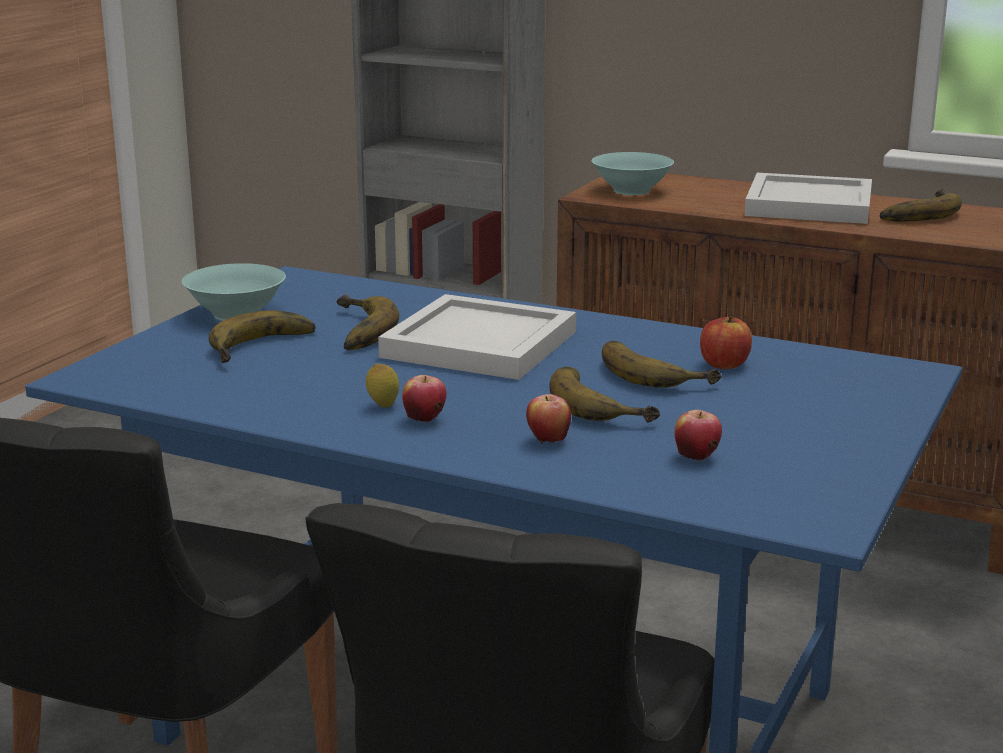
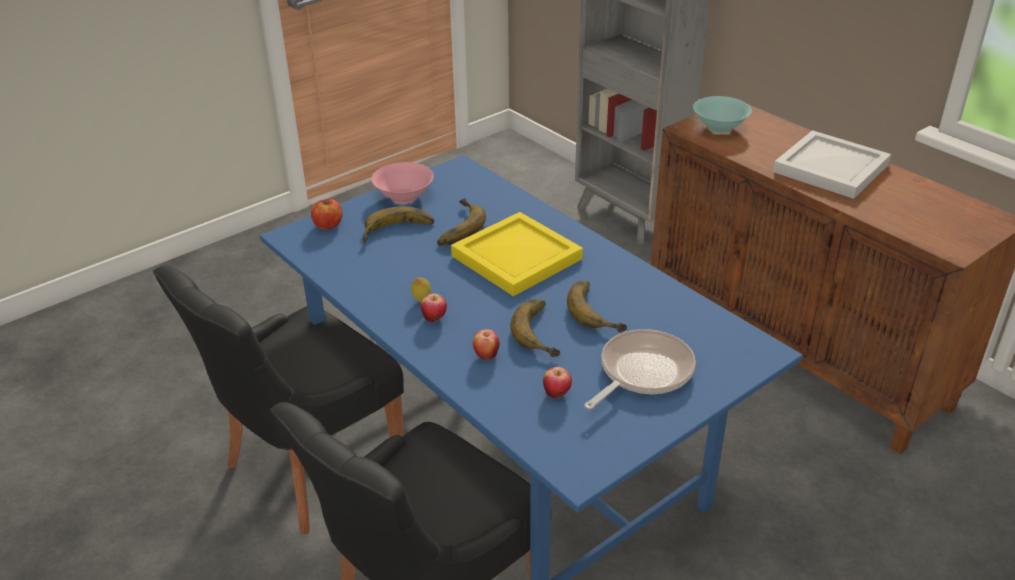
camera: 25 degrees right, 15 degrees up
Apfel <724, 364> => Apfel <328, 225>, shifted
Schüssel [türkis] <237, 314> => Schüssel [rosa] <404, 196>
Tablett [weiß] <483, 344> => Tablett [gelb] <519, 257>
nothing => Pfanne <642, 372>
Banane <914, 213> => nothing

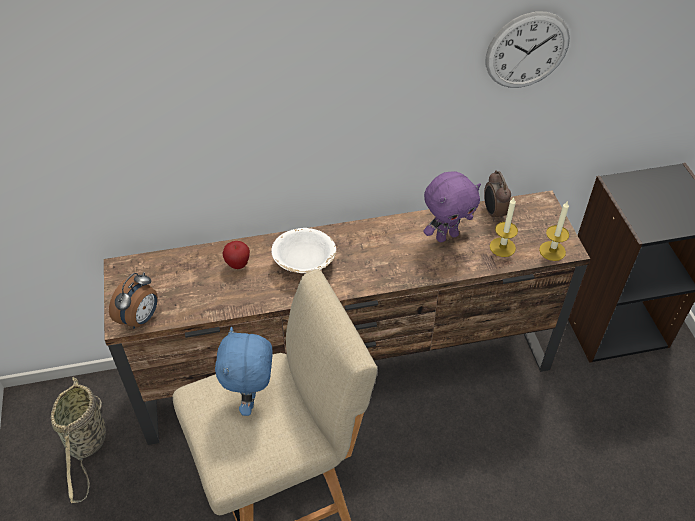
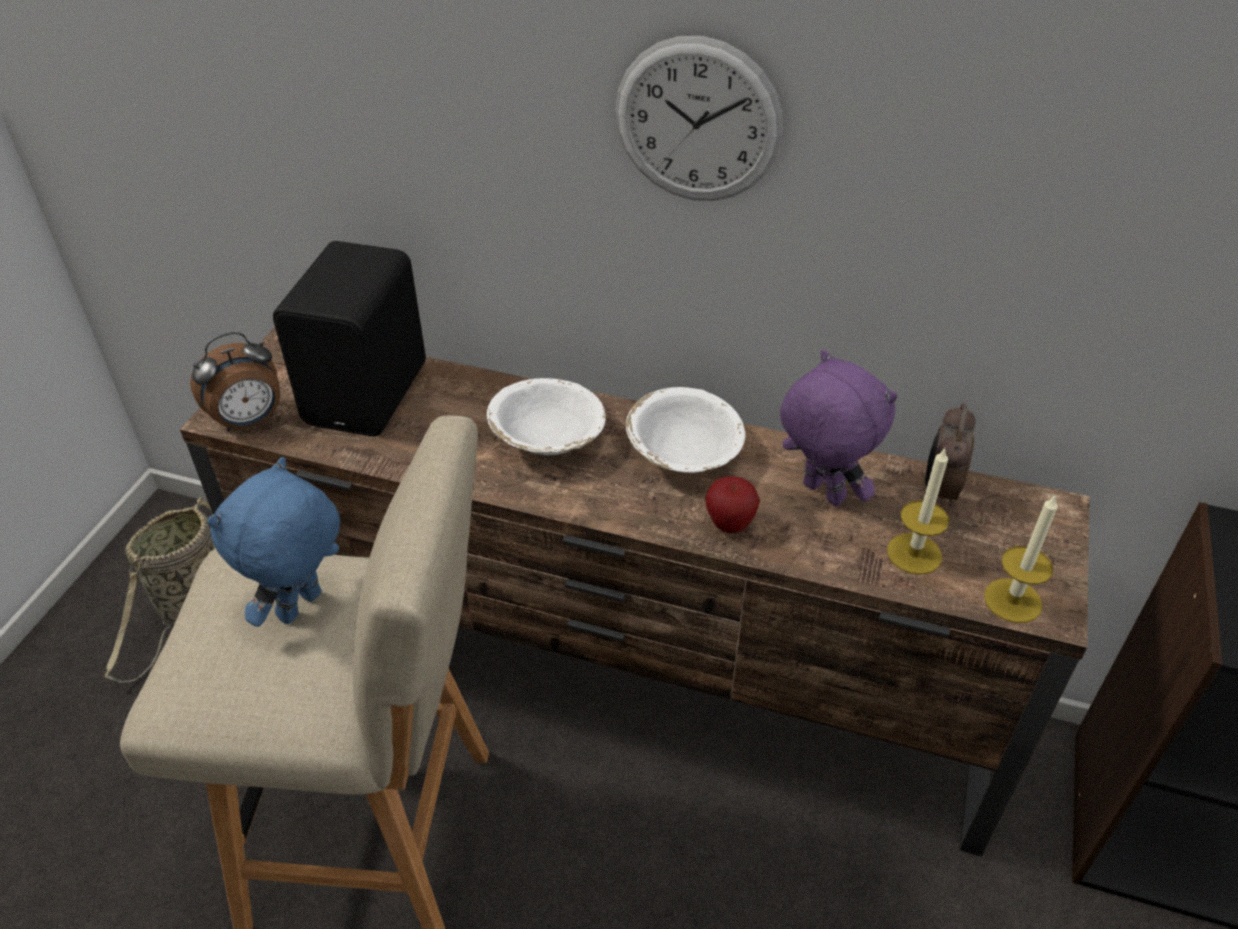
camera: 30 degrees right, 5 degrees down
nothing => Lautsprecher [schwarz] <371, 394>
Wanduhr <527, 50> => Wanduhr <697, 121>, shifted
nothing => Schüssel [weiß] <684, 453>
Apfel <238, 264> => Apfel <730, 525>, shifted
Plüschtier [lila] <446, 236> => Plüschtier [lila] <821, 493>, 135 degrees counterclockwise

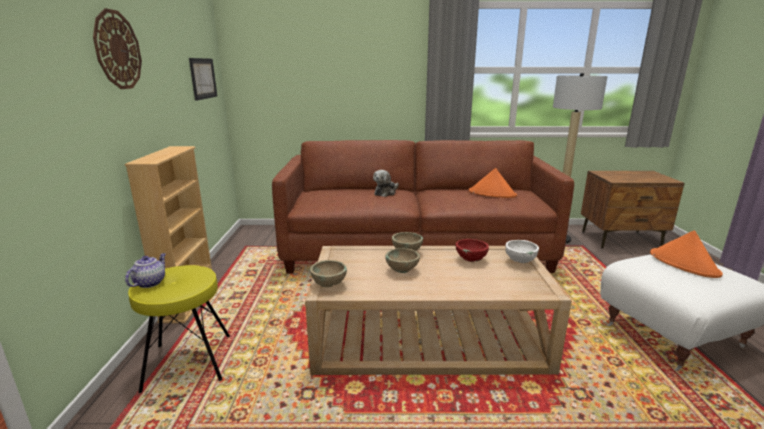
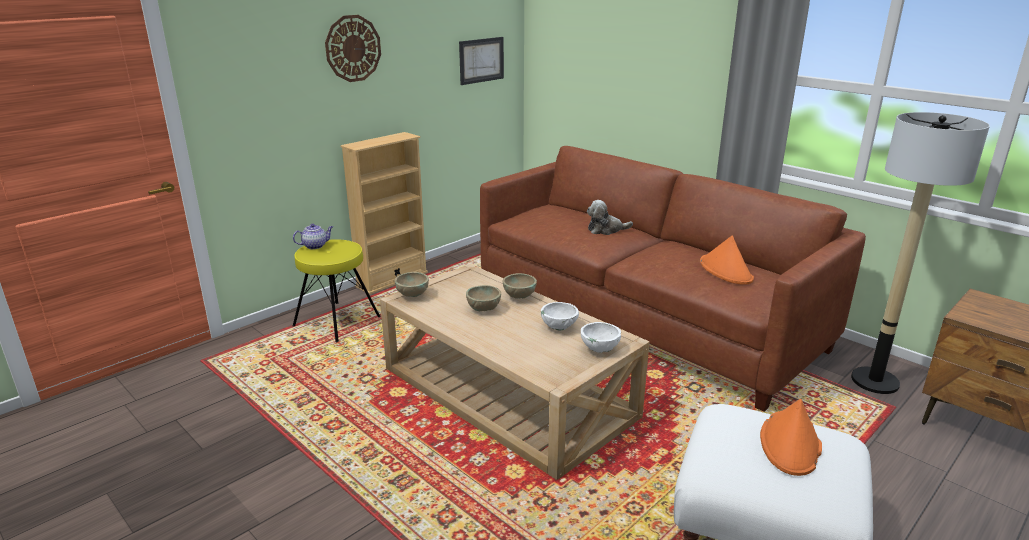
camera: 45 degrees right, 5 degrees up
Schüssel [rot] <470, 260> => Schüssel [weiß] <559, 327>

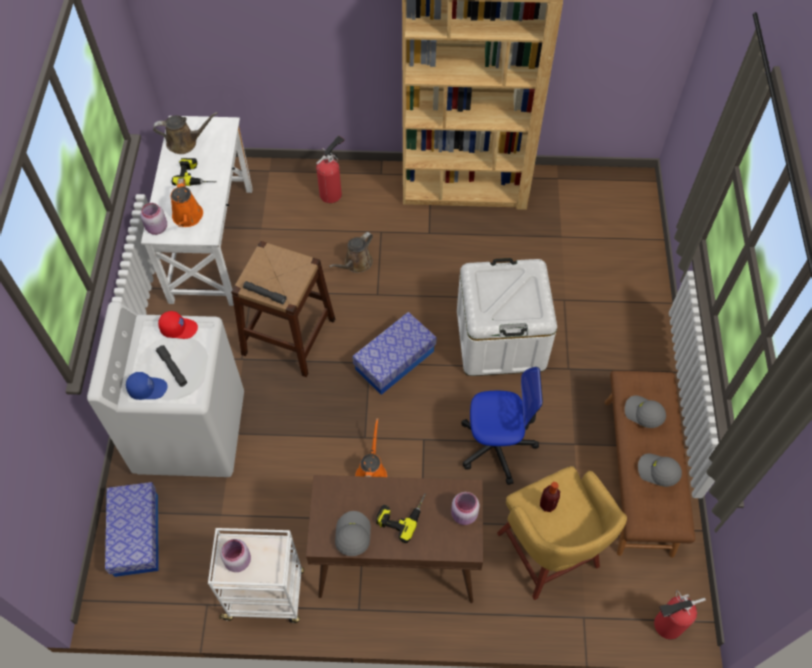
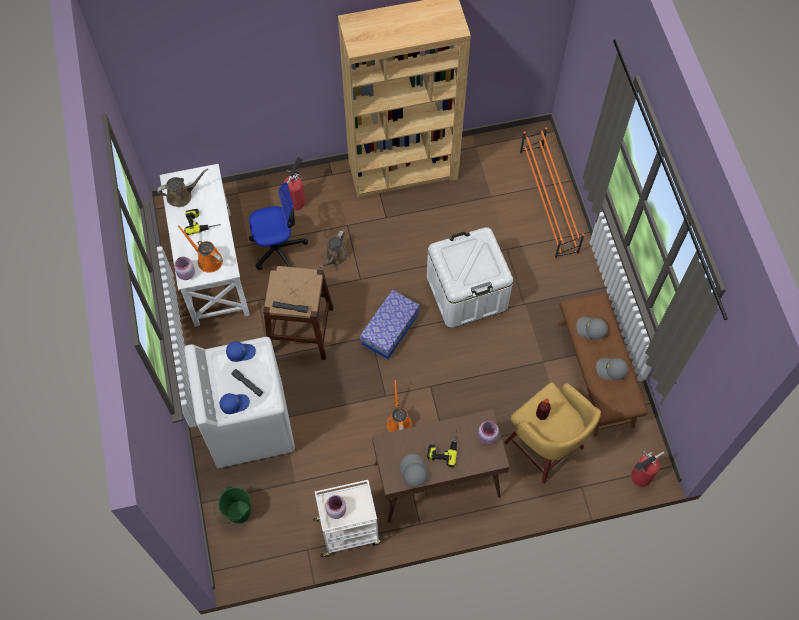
camera: 15 degrees left, 5 degrees up
Gießkanne [orange] <187, 217> => Gießkanne [orange] <207, 259>, 150 degrees clockwise
Aufbewahrungsbox <136, 535> => Eimer [grün] <236, 513>
Kappe [rot] <179, 328> => Kappe [blau] <241, 352>
Bürostuhl <496, 446> => Bürostuhl <278, 249>, shifted
nothing => Schuhregal [orange] <548, 203>

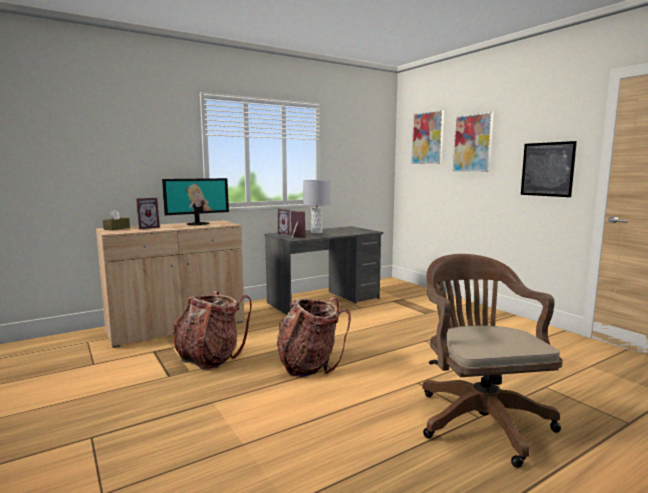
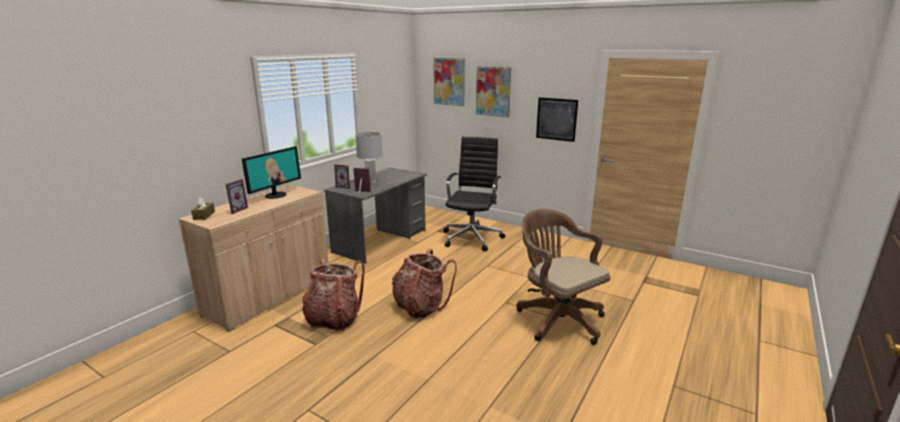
camera: 25 degrees left, 10 degrees up
nothing => Bürostuhl [schwarz] <472, 237>

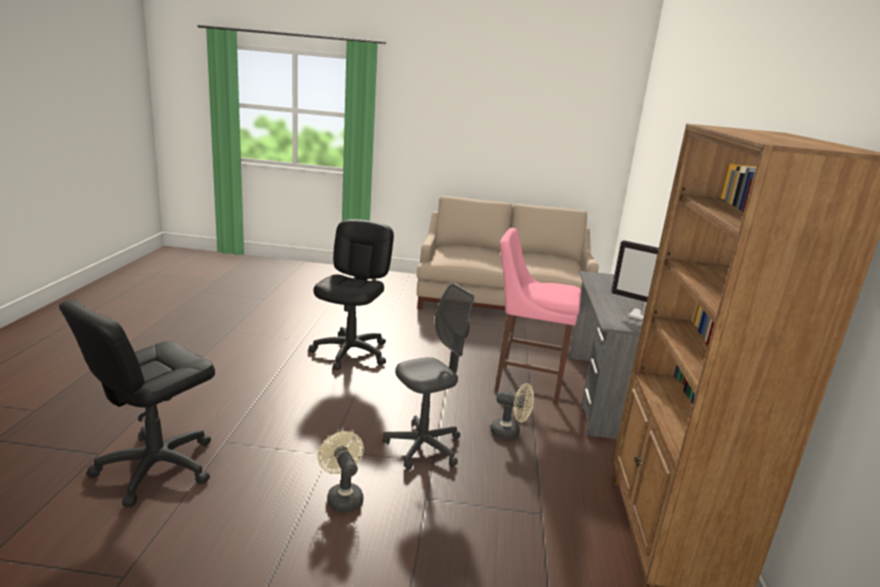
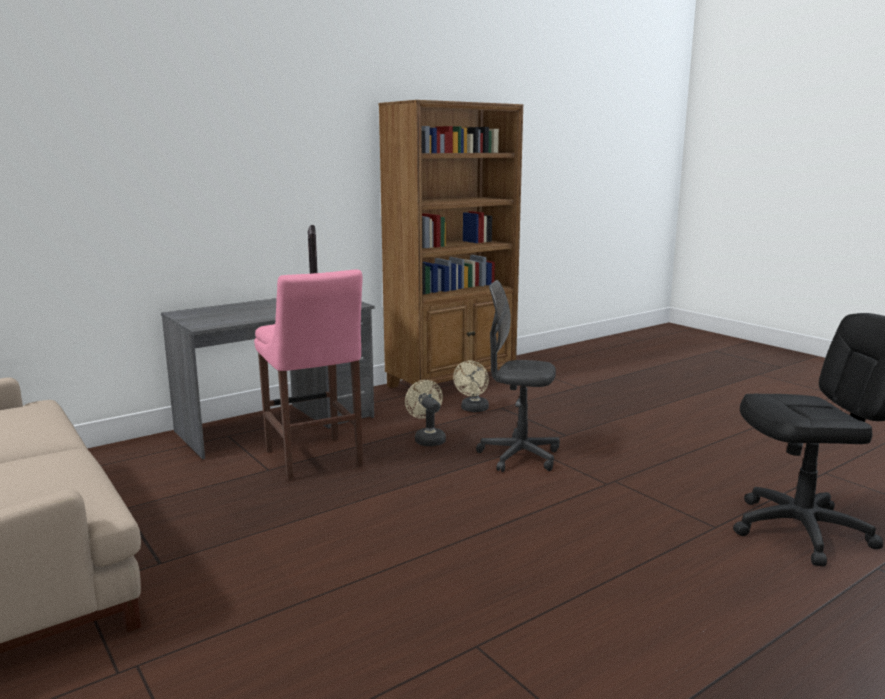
camera: 130 degrees left, 5 degrees down
Ventilator [beige] <342, 497> => Ventilator [beige] <473, 409>, shifted
Bürostuhl [schwarz] <351, 352> => nothing

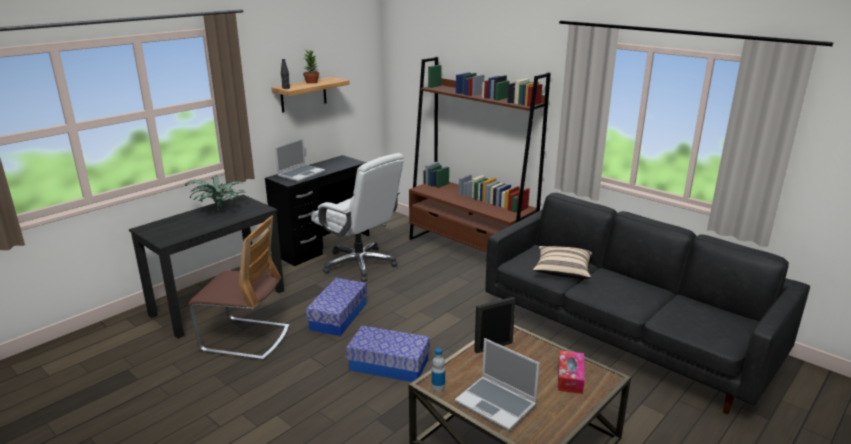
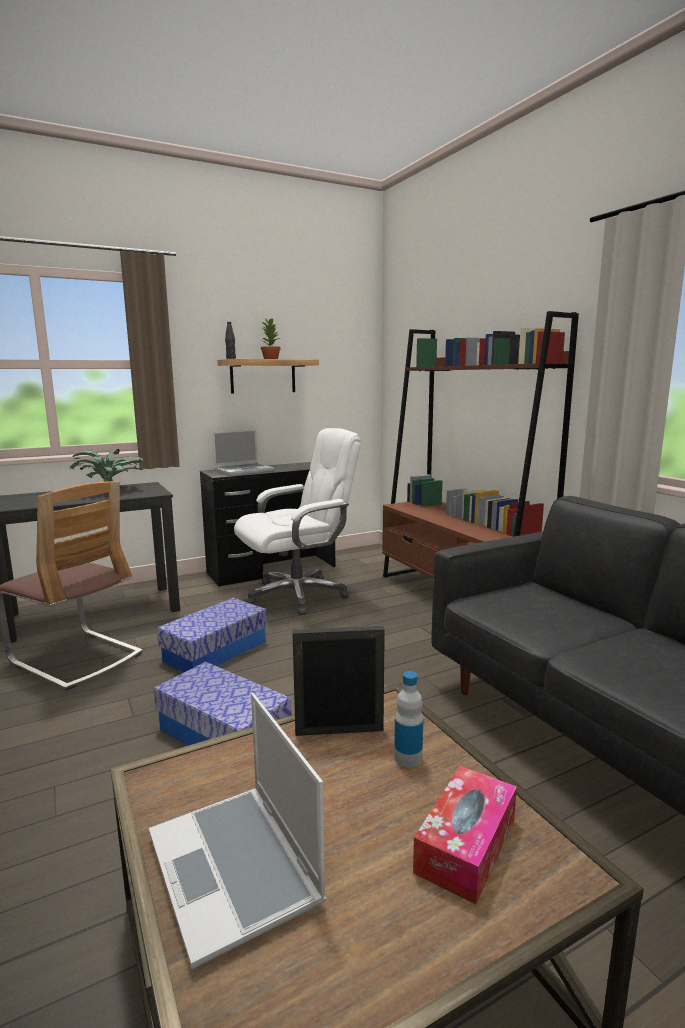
camera: 20 degrees right, 10 degrees down
Bürostuhl [weiß] <360, 264> => Bürostuhl [weiß] <298, 595>, 90 degrees counterclockwise
Flasche <438, 387> => Flasche <408, 758>, shifted
Kissen [beige] <562, 271> => nothing

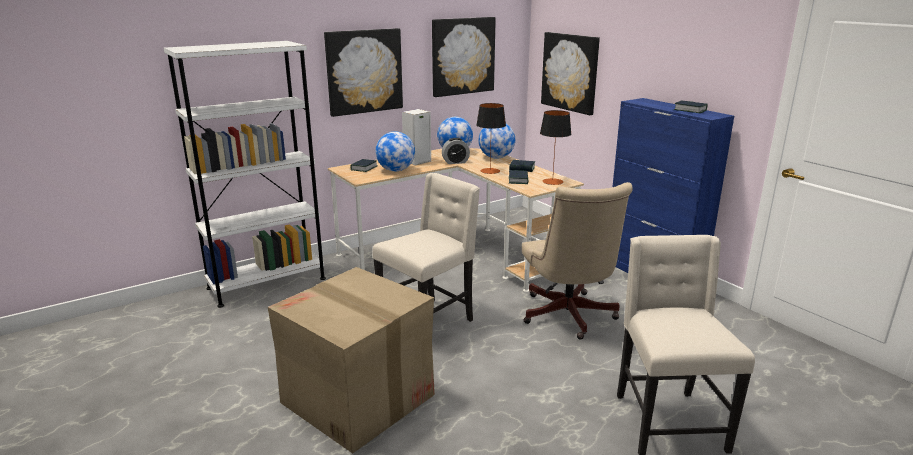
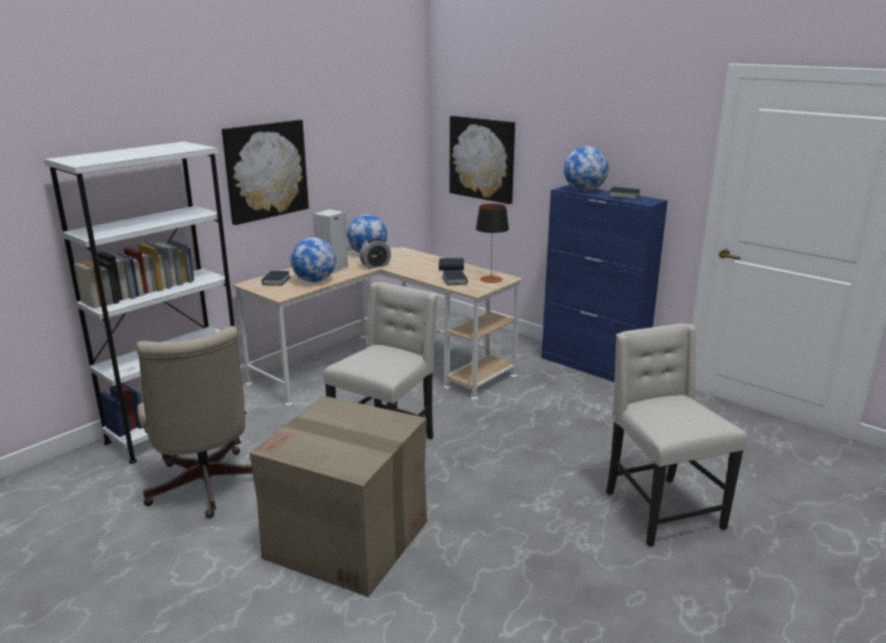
camera: 15 degrees left, 0 degrees up
Bürostuhl [beige] <568, 317> => Bürostuhl [beige] <206, 489>, shifted
Globus <496, 157> => Globus <584, 190>, shifted
Bild <462, 56> => nothing
Tischlampe <490, 171> => nothing

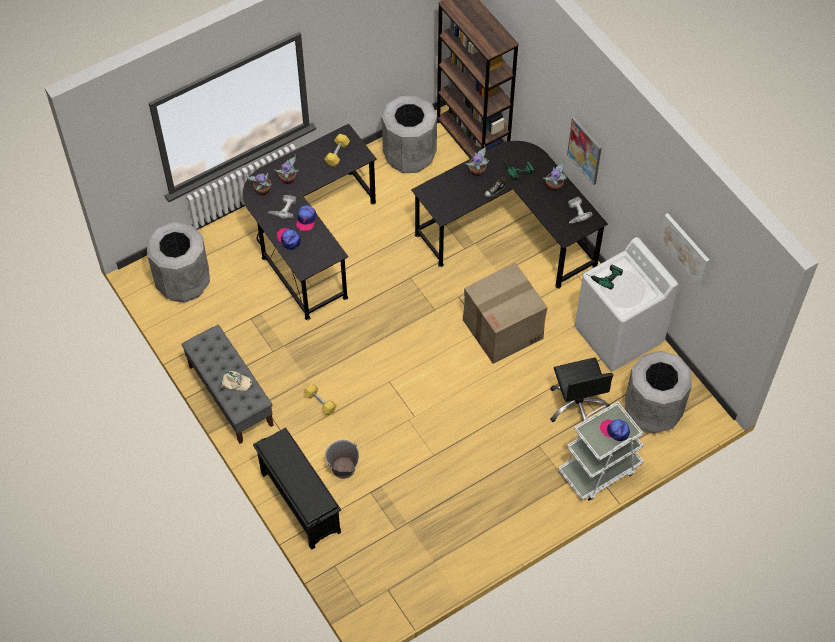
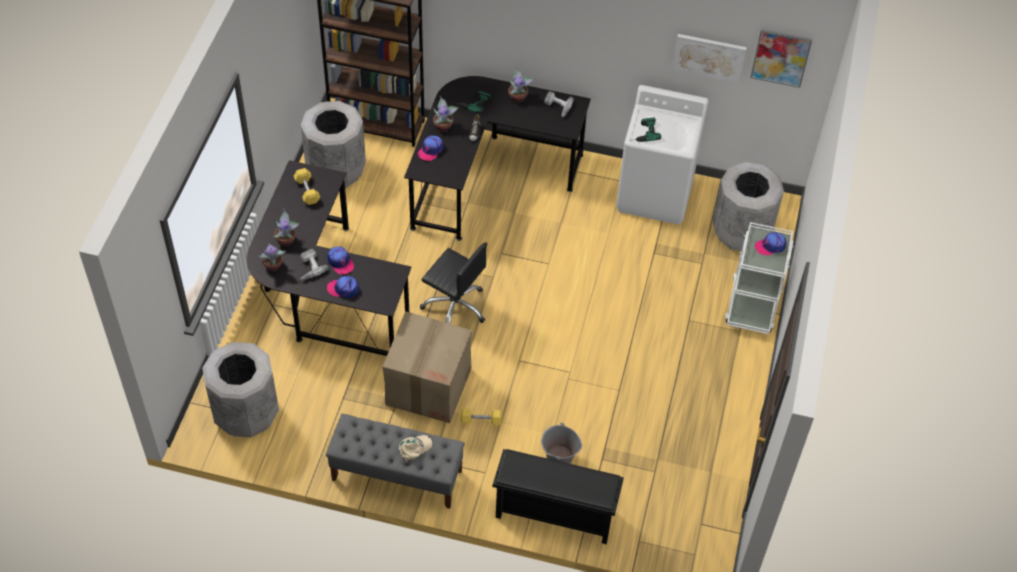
camera: 45 degrees left, 5 degrees down
Karton <503, 329> => Karton <428, 386>, shifted
nothing => Kappe <431, 150>
Bürostuhl [schwarz] <577, 406> => Bürostuhl [schwarz] <455, 306>, shifted
Bild <585, 150> => Bild <781, 57>, shifted

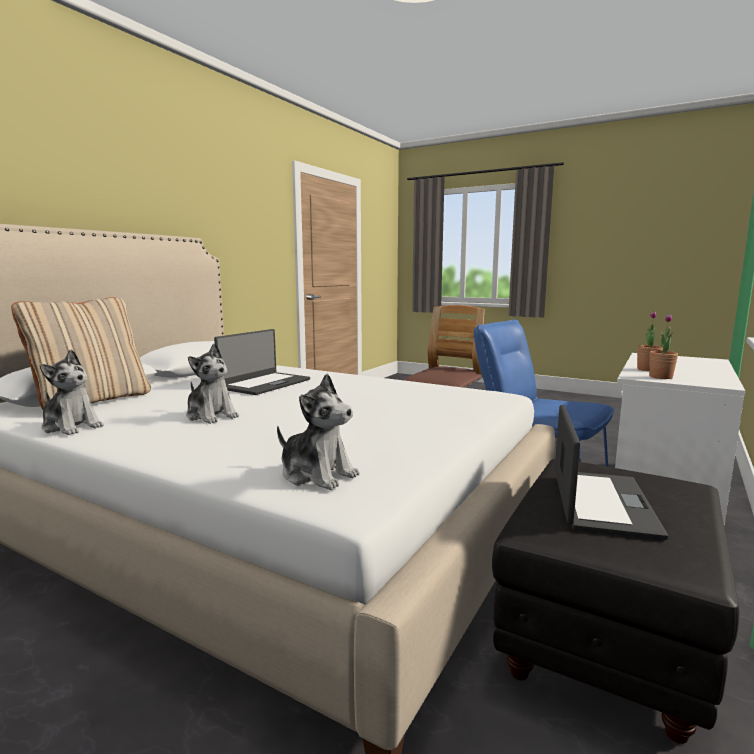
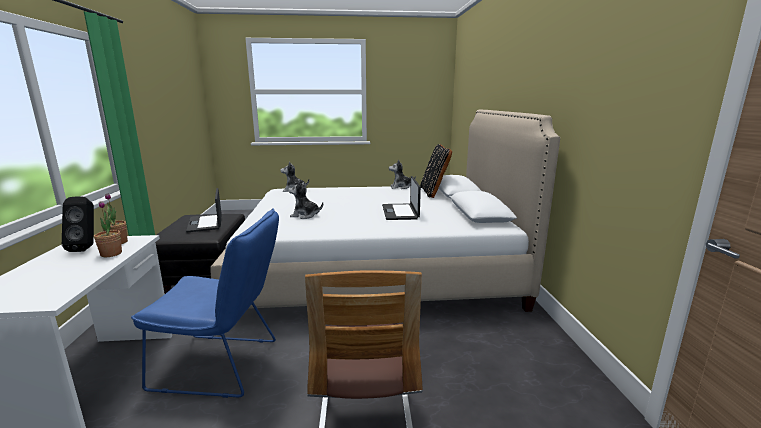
camera: 145 degrees right, 5 degrees up
nothing => Lautsprecher [schwarz] <87, 248>
Plüschtier <211, 415> => Plüschtier <305, 215>, shifted
Kissen [beige] <93, 401> => Kissen [schwarz] <434, 192>

